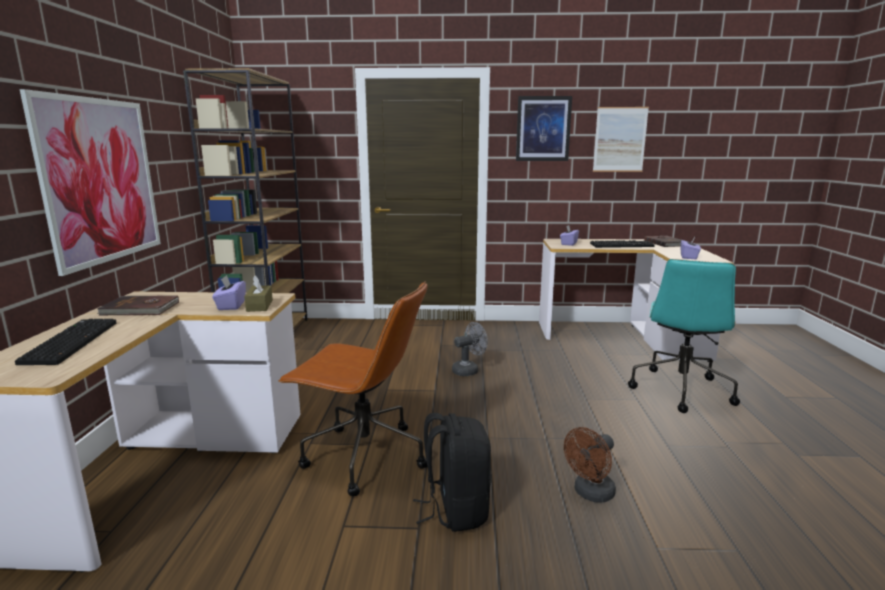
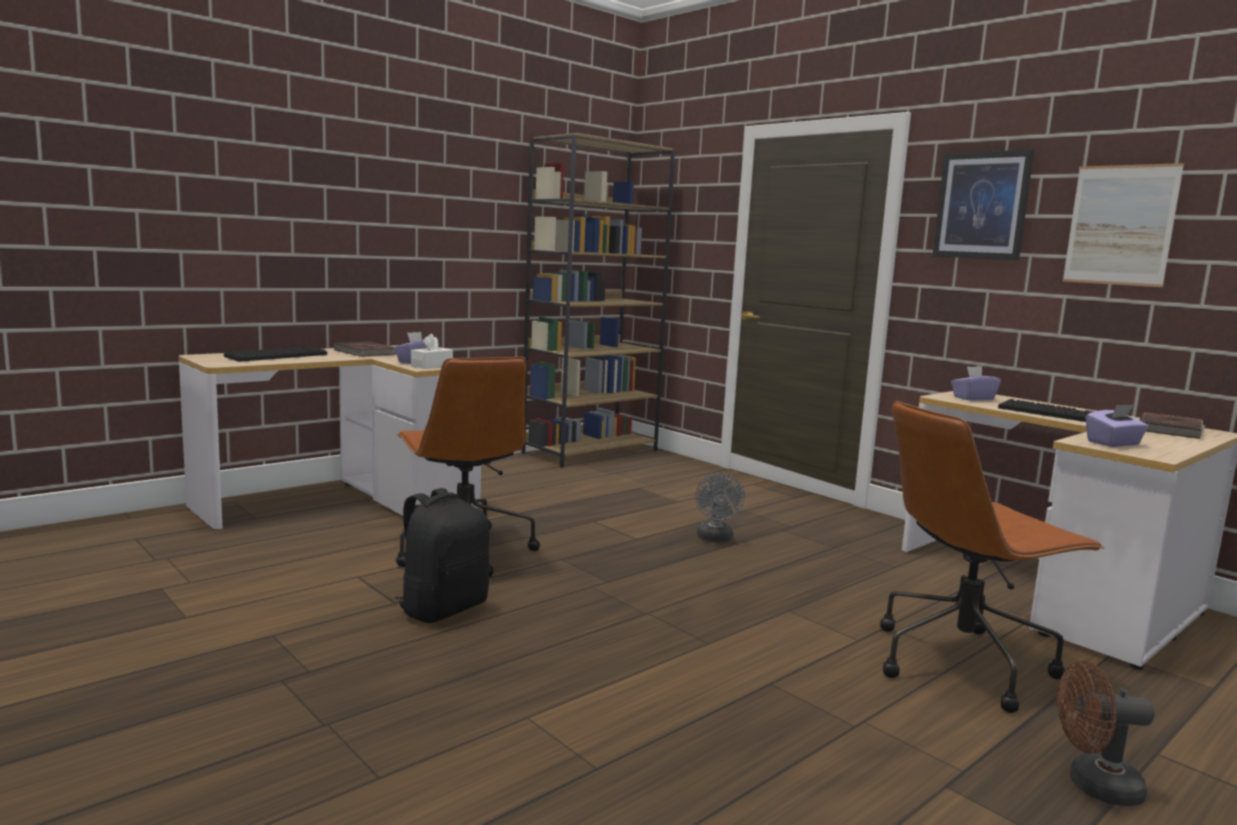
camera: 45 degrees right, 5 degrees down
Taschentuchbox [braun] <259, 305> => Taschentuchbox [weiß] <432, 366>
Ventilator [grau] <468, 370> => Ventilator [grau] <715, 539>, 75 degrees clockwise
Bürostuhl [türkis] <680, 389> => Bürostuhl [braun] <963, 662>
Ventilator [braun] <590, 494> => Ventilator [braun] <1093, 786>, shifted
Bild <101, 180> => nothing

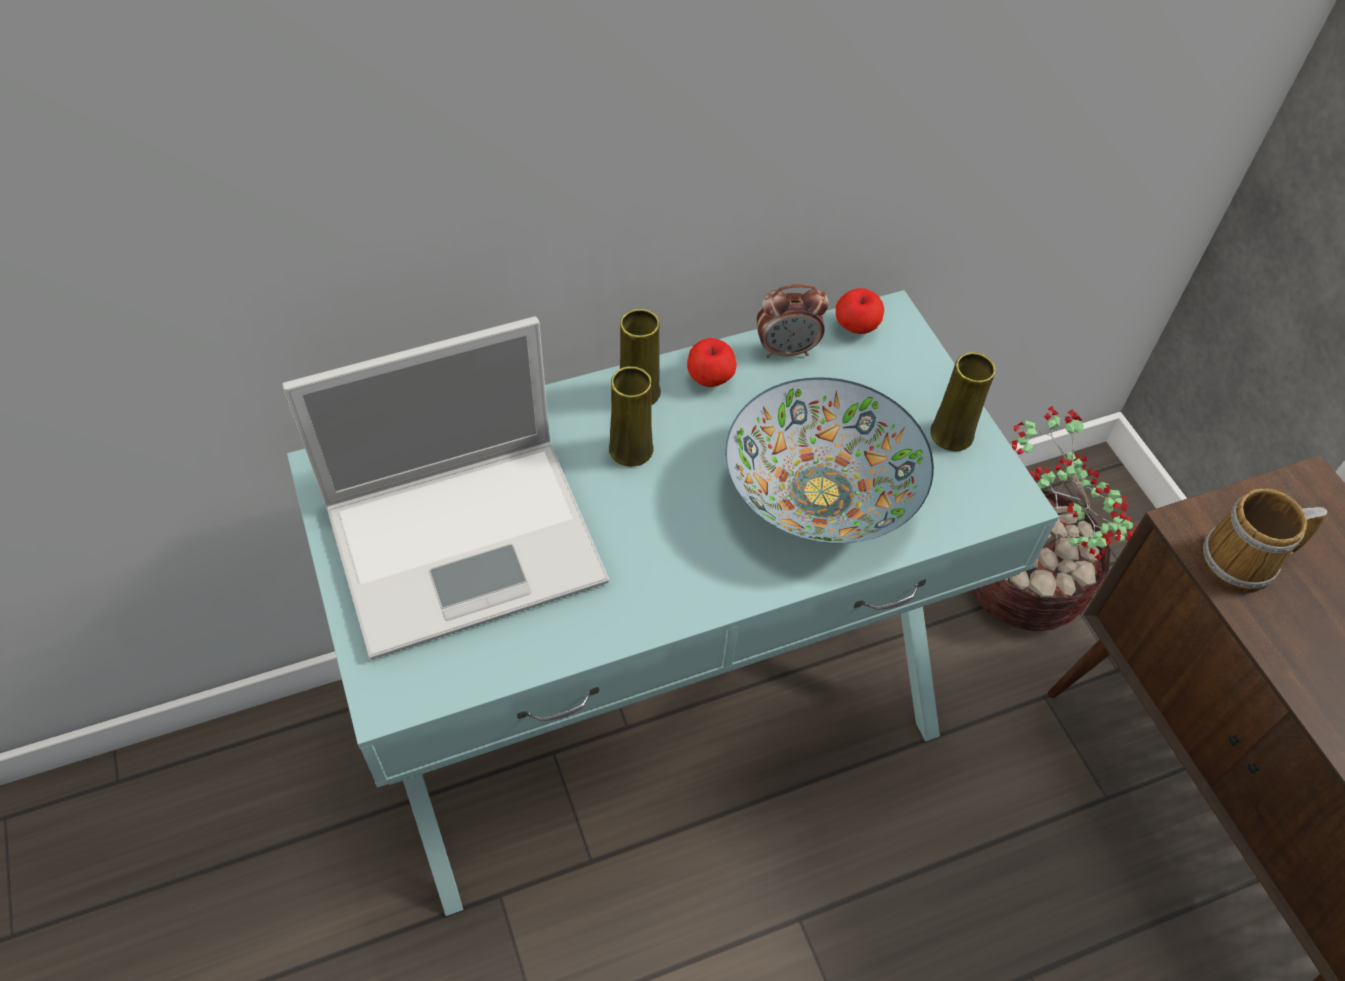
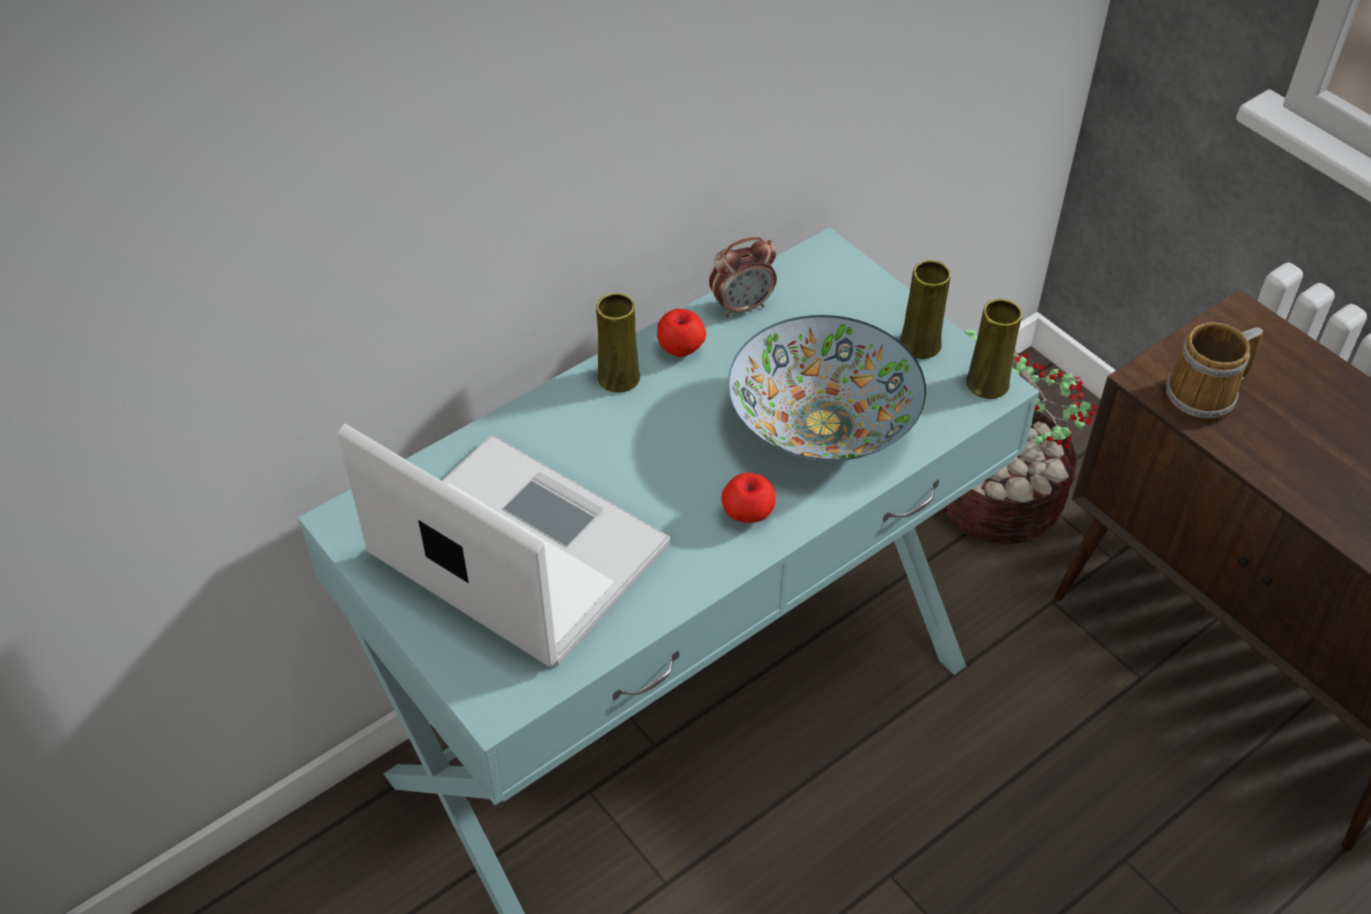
camera: 15 degrees left, 5 degrees down
Laptop <470, 540> => Laptop <514, 549>, 105 degrees counterclockwise
Apfel <855, 327> => Apfel <747, 514>, shifted
Vase [gelb] <631, 449> => Vase [gelb] <987, 383>, shifted

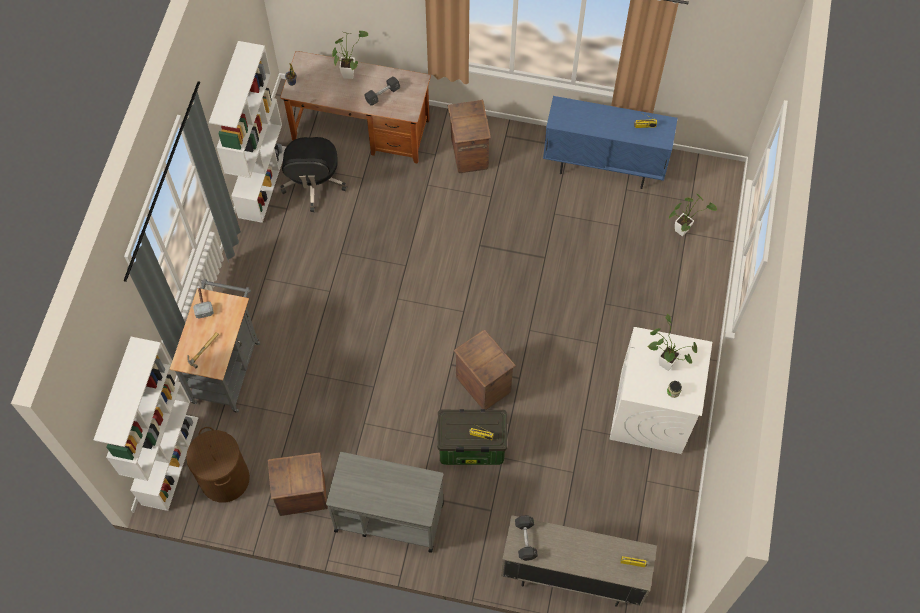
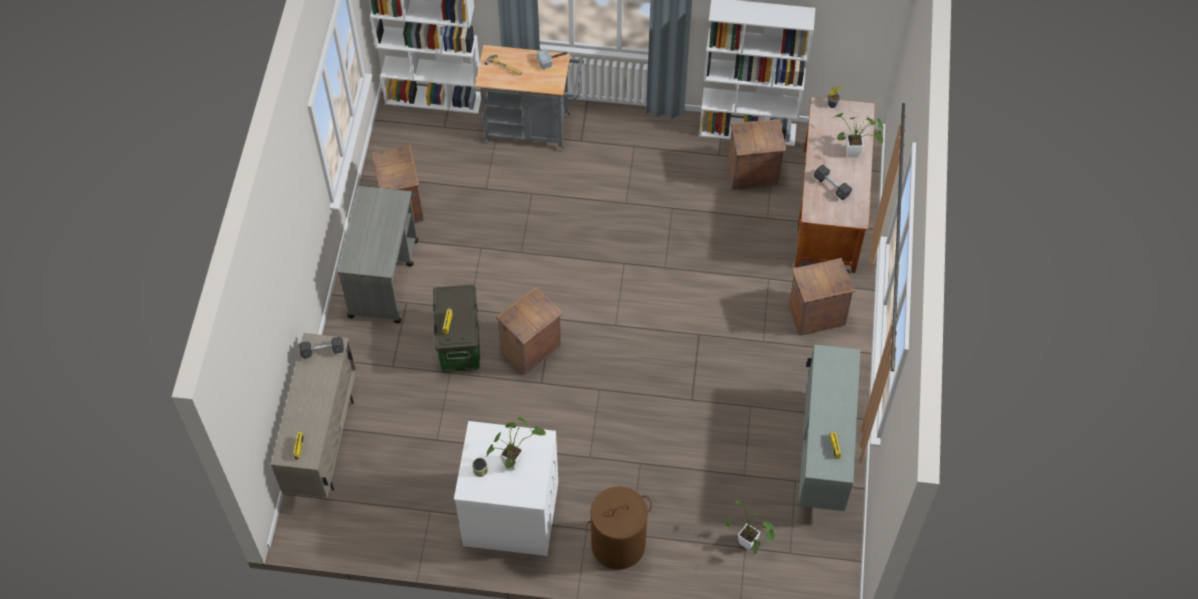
camera: 85 degrees right, 5 degrees down
Wäschekorb [braun] <225, 479> => Wäschekorb [braun] <618, 545>, shifted
Bürostuhl [schwarz] <314, 184> => Kiste <753, 175>
Schrank [blau] <604, 167> => Schrank [grau] <822, 455>

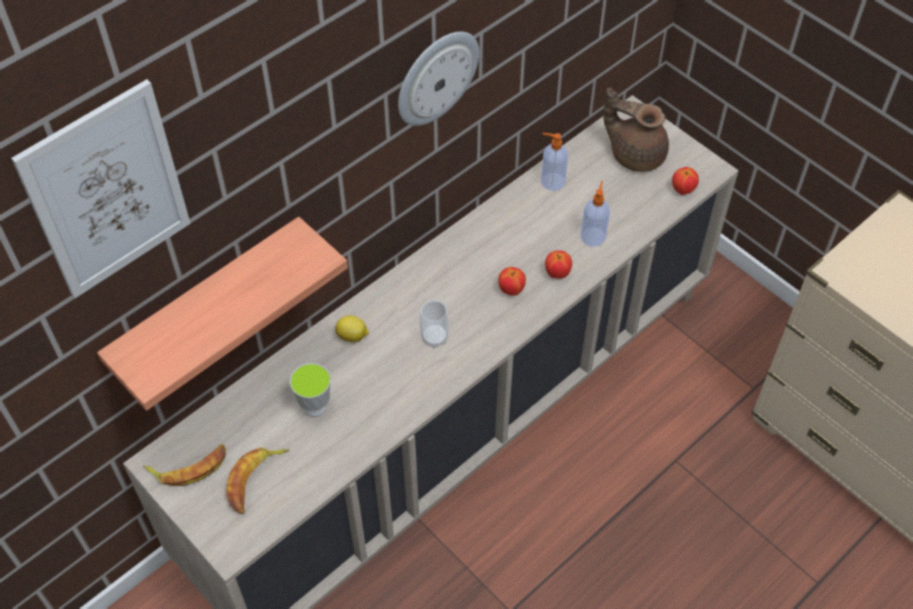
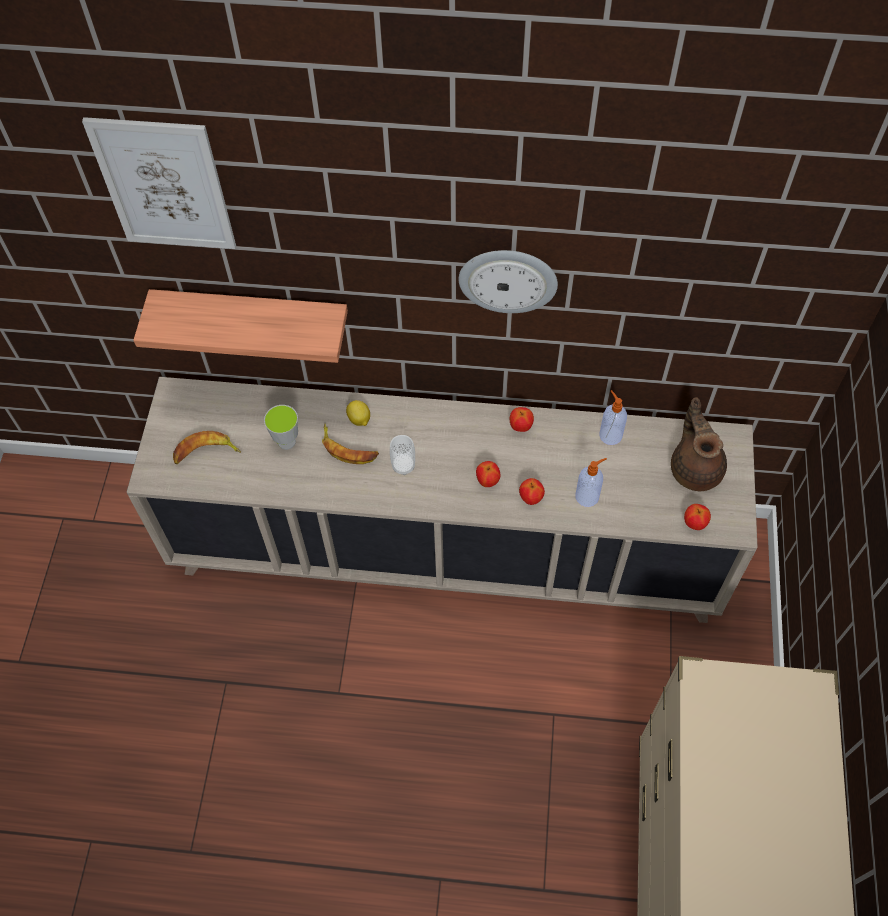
camera: 50 degrees right, 5 degrees up
Banane <189, 467> => Banane <348, 449>, shifted
nothing => Apfel <520, 427>

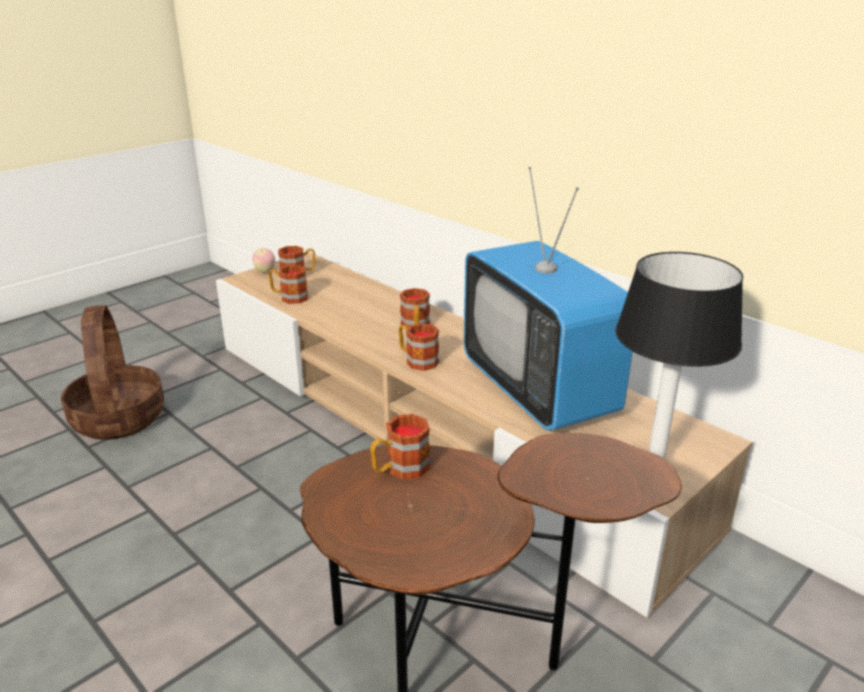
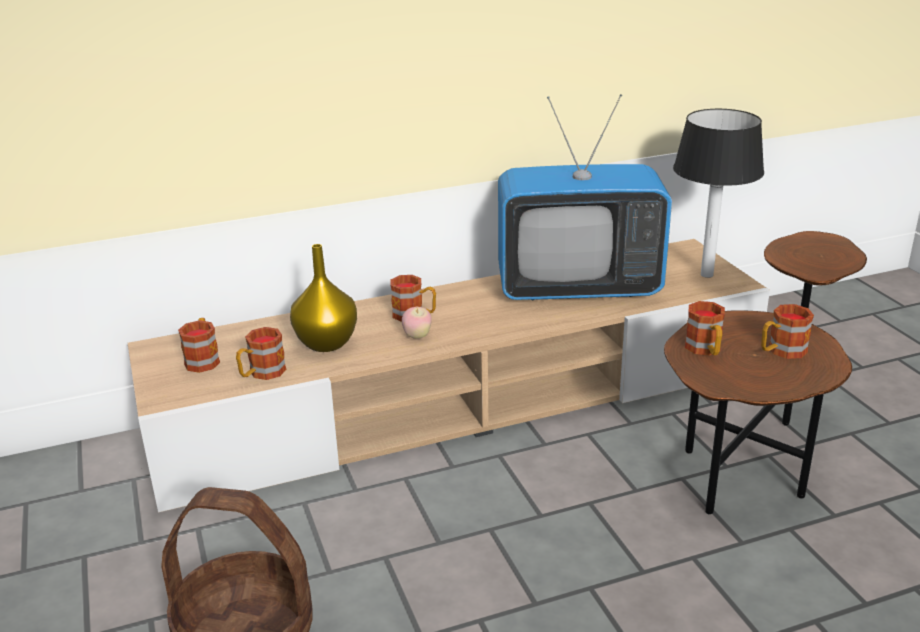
camera: 65 degrees left, 0 degrees up
nothing => Vase [gelb] <325, 344>
Apfel <265, 271> => Apfel <417, 336>, shifted
Henkelbecher <417, 360> => Henkelbecher <781, 351>, shifted

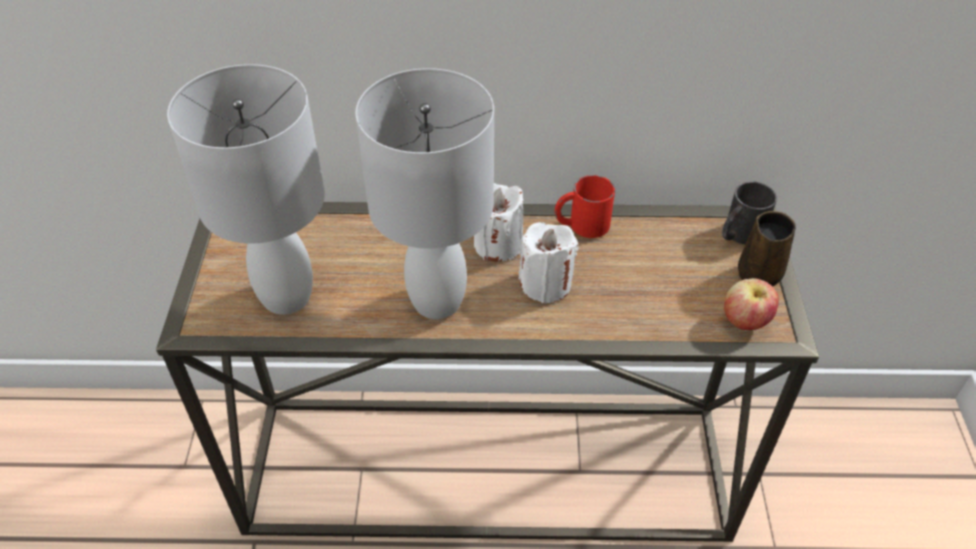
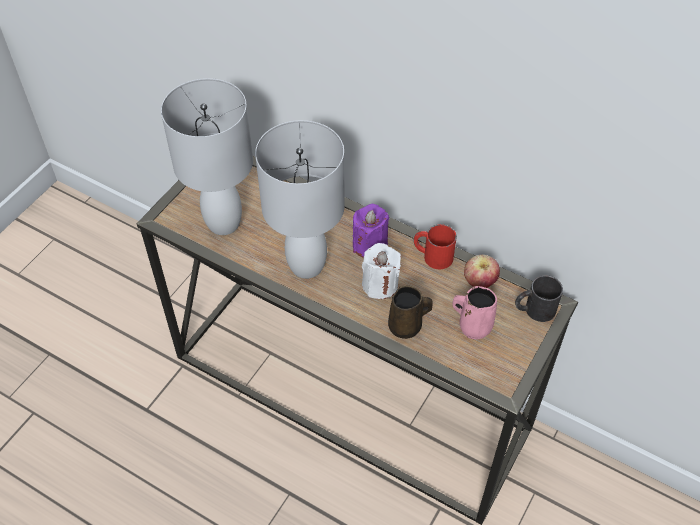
camera: 30 degrees right, 5 degrees up
Kerze [weiß] <498, 244> => Kerze [lila] <370, 245>
Henkelbecher [braun] <760, 273> => Henkelbecher [braun] <407, 326>, shifted
nothing => Henkelbecher [rosa] <473, 326>
Apfel <745, 321> => Apfel <479, 282>, shifted

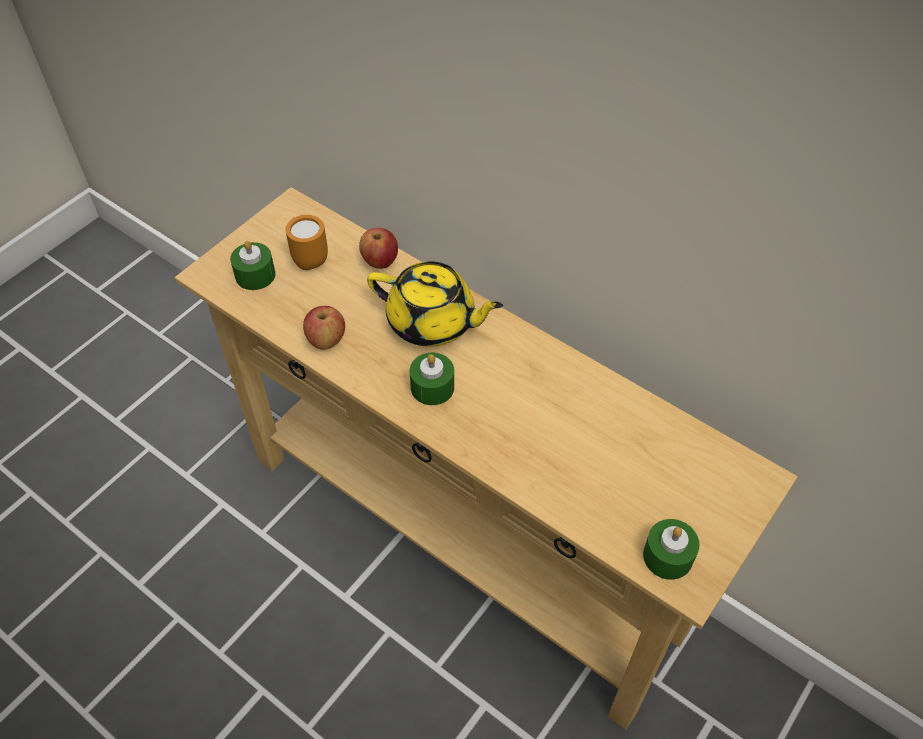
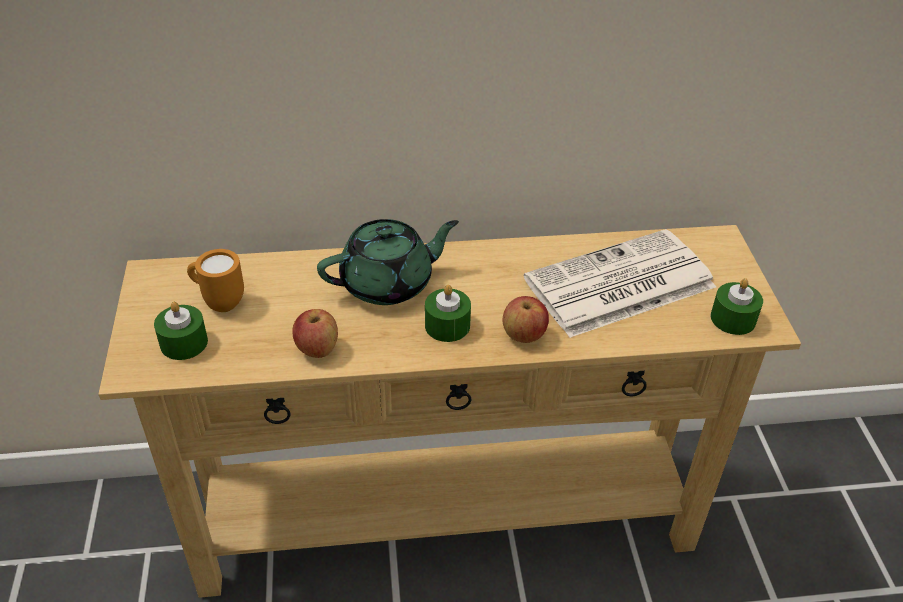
camera: 45 degrees left, 10 degrees down
Teekanne [gelb] <433, 322> => Teekanne [grün] <388, 283>
Apfel <380, 261> => Apfel <524, 335>, shifted
nothing => Zeitung <618, 285>

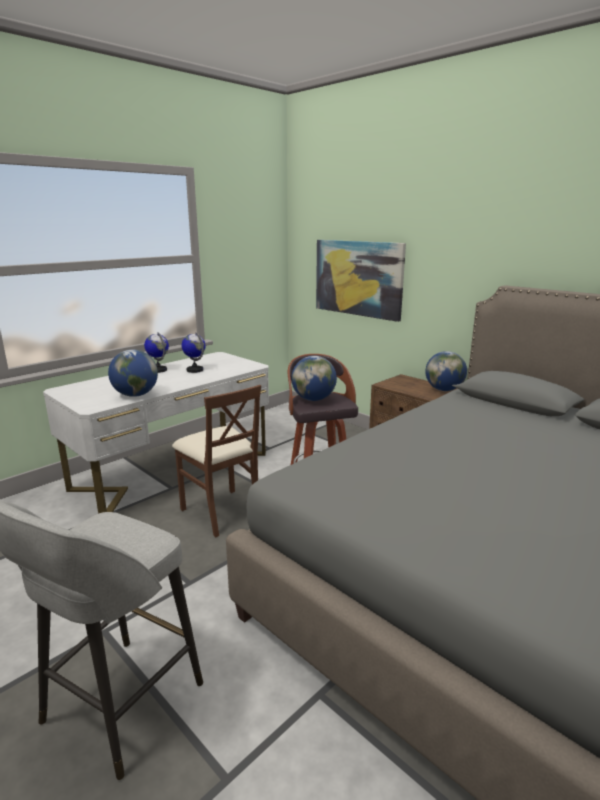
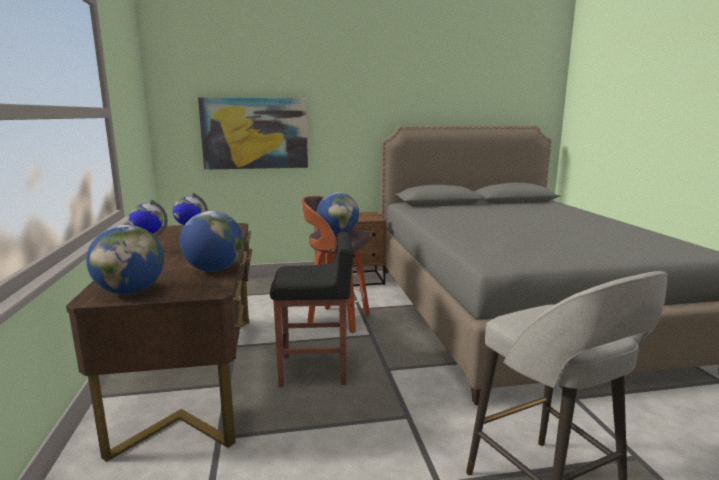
camera: 55 degrees left, 5 degrees down
Schreibtisch [weiß] <173, 471> => Schreibtisch [braun] <193, 374>
Globus <444, 390> => Globus <130, 292>, shifted
Stuhl [braun] <222, 512> => Hocker [schwarz] <315, 370>

